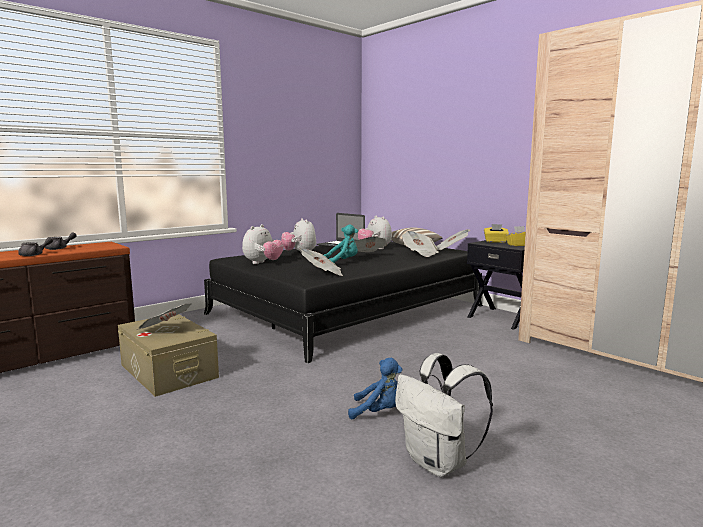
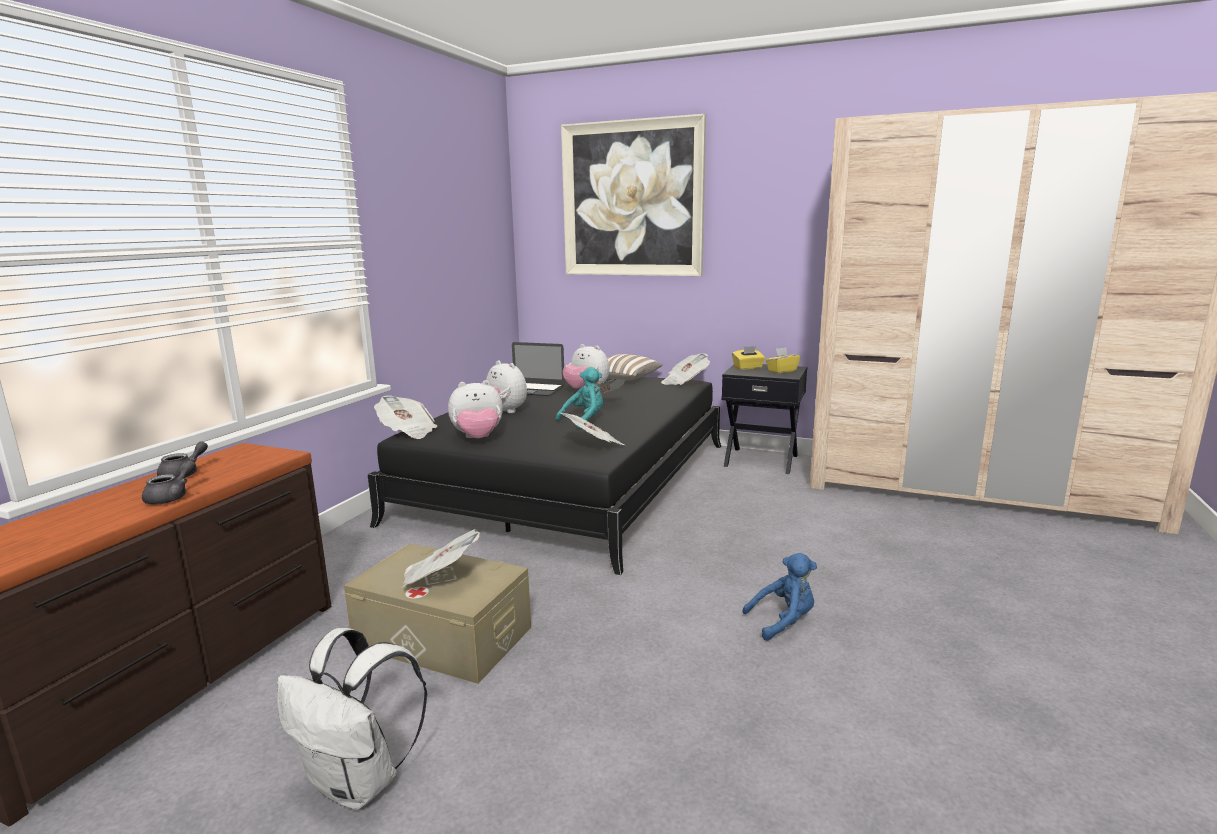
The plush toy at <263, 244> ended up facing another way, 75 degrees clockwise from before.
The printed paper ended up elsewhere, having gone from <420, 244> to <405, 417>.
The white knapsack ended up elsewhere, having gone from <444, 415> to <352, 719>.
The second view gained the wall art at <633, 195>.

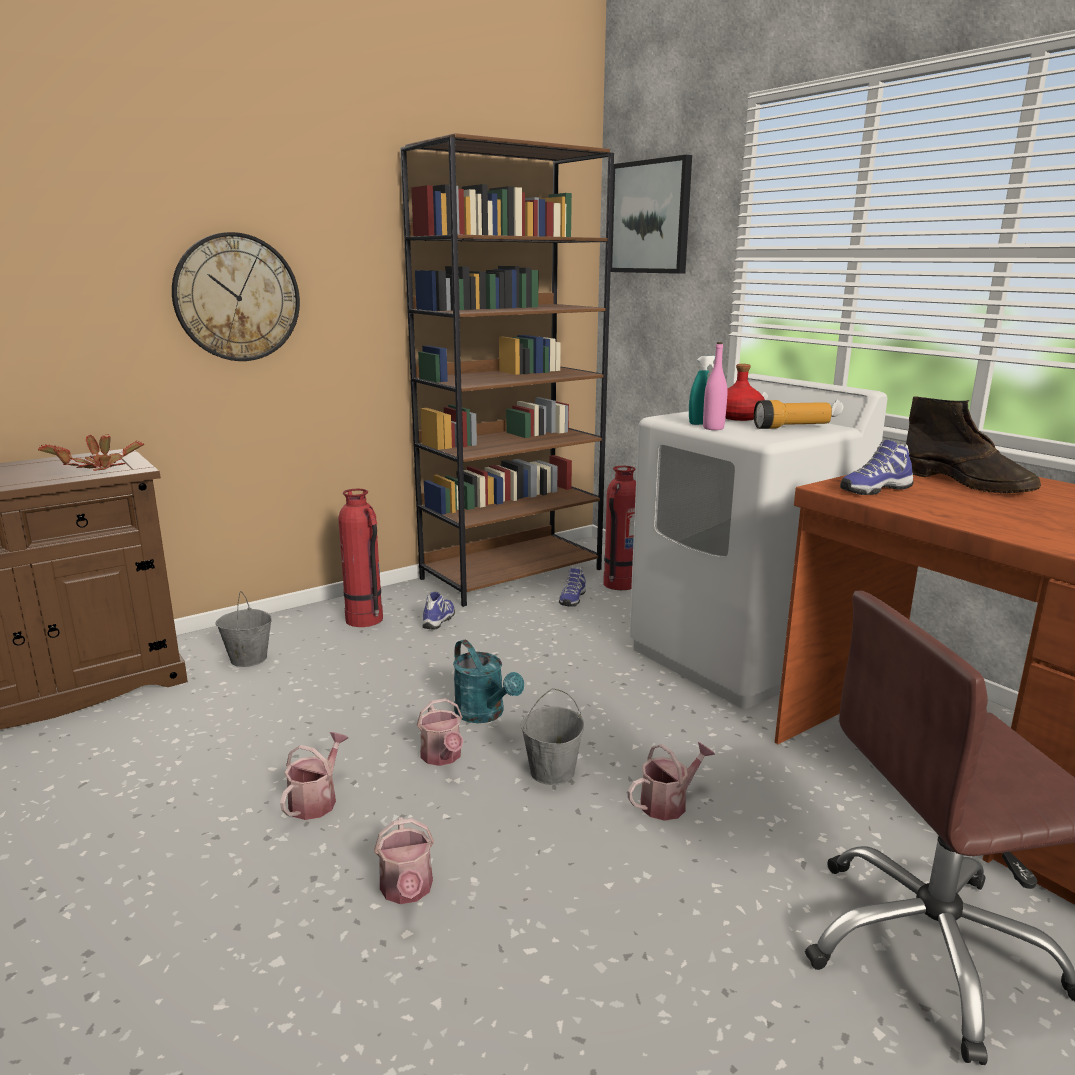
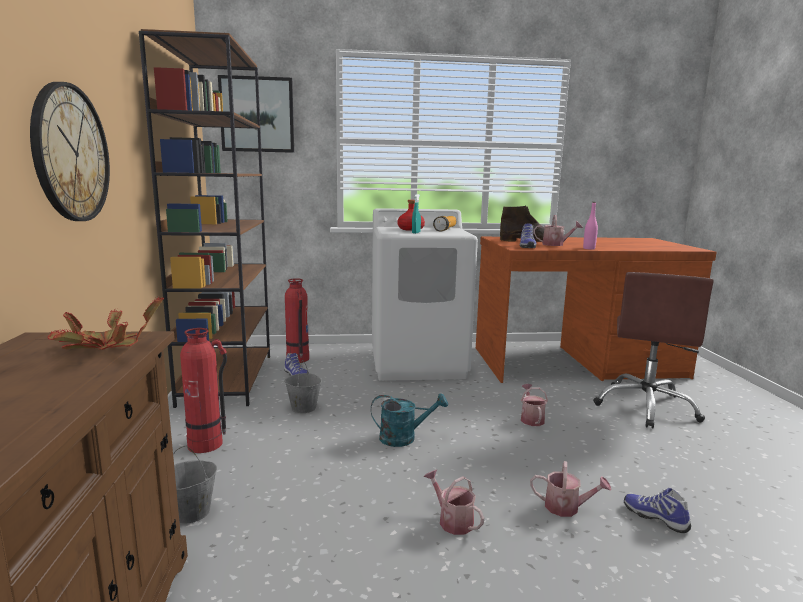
The pinkish bottle ended up elsewhere, having gone from <715, 386> to <590, 226>.
The low shoe ended up elsewhere, having gone from <438, 611> to <657, 510>.
The grey water bucket ended up elsewhere, having gone from <553, 736> to <302, 386>.
The watering pot ended up elsewhere, having gone from <440, 732> to <558, 230>.

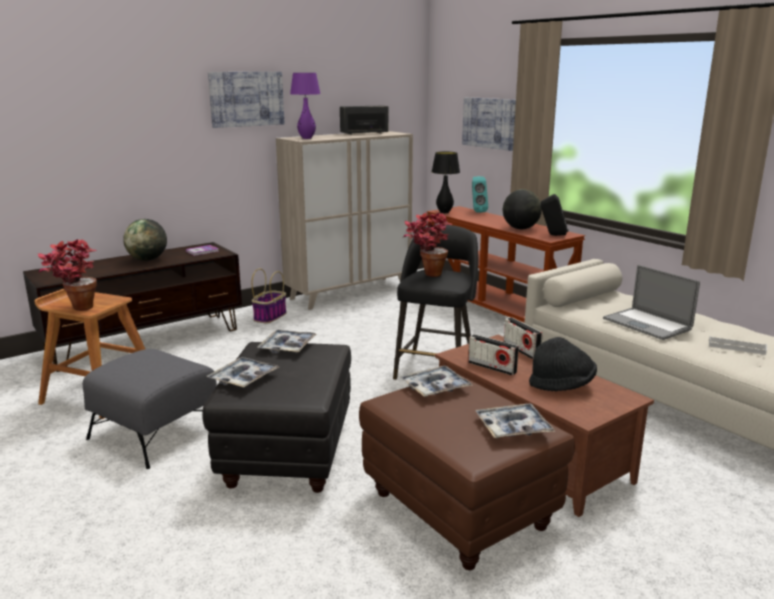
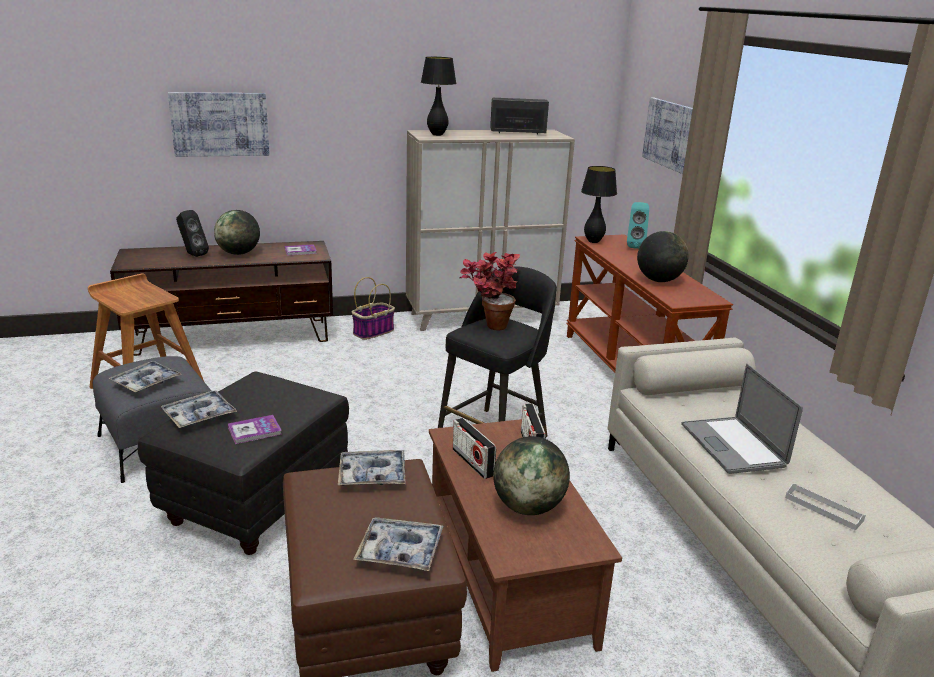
The wall art ended up elsewhere, having gone from <246, 100> to <219, 124>.
What was the purple tabletop lamp at <305, 106> turned into the blackish tabletop lamp at <438, 96>.
The blackish audio speaker ended up elsewhere, having gone from <554, 215> to <192, 233>.
The second view lost the potted plant at <67, 275>.
The carrying tray ended up elsewhere, having gone from <287, 341> to <145, 376>.
Where the blackish clothing hat stood at <563, 364>, the globe came to stand at <531, 475>.
The second view gained the volume at <255, 429>.

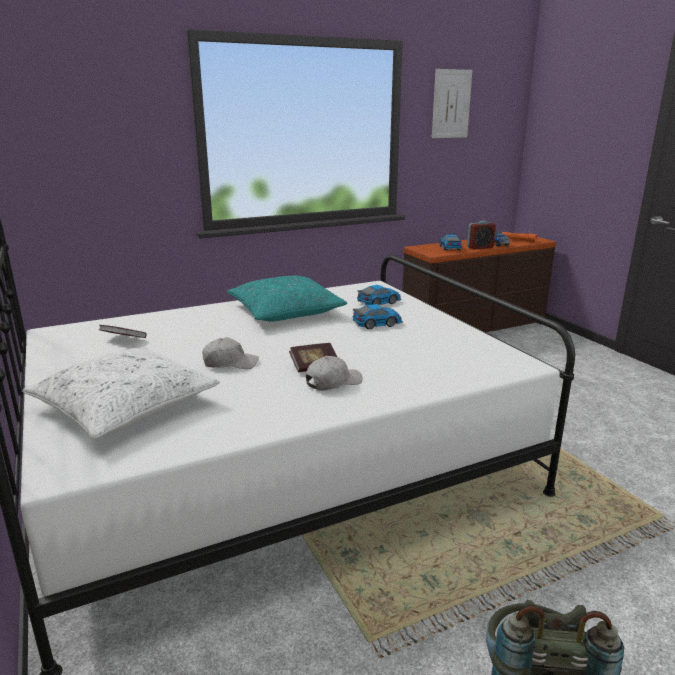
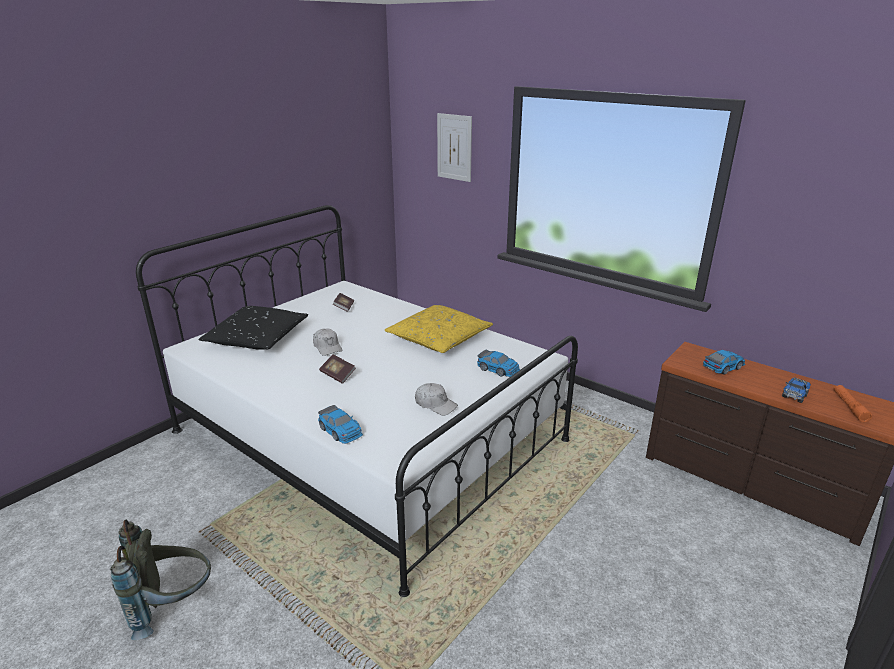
The wall art ended up elsewhere, having gone from <452, 103> to <454, 147>.
The second view lost the alarm clock at <481, 235>.
What was the turquoise cushion at <287, 298> turned into the yellow cushion at <438, 329>.
The model car ended up elsewhere, having gone from <377, 316> to <340, 424>.
What was the white cushion at <121, 393> turned into the blackish cushion at <253, 328>.
The white cap ended up elsewhere, having gone from <334, 373> to <436, 399>.

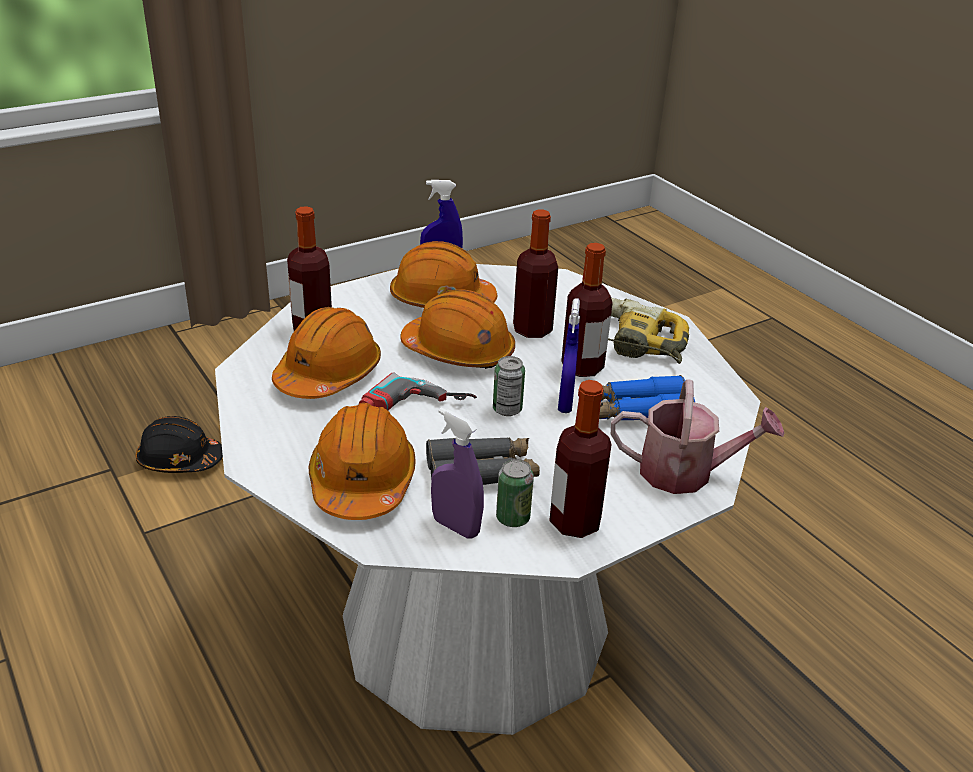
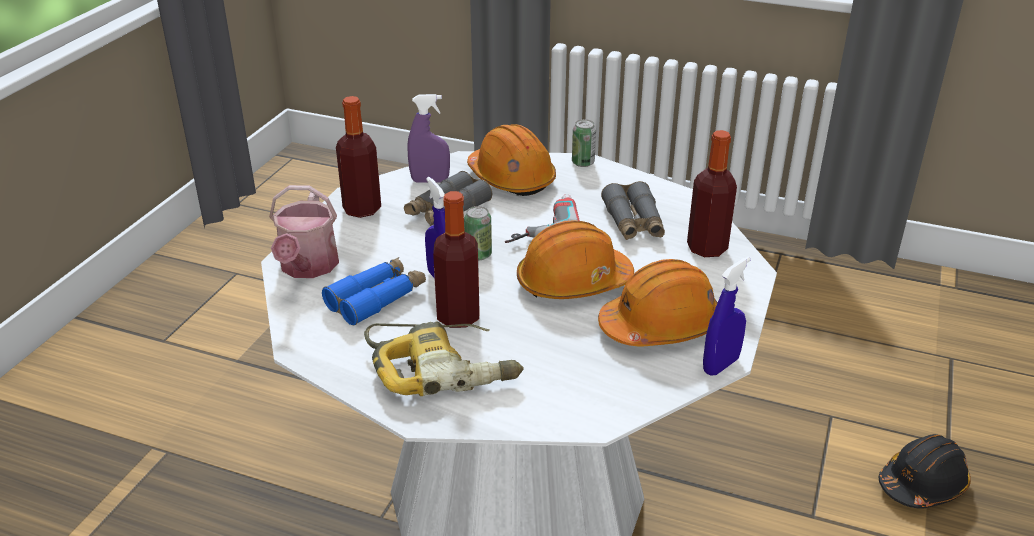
The second view lost the bottle at <535, 274>.
Where the orange hard hat stood at <326, 353>, the grey pair of binoculars came to stand at <633, 210>.
The watering pot at <698, 436> ended up facing another way, 60 degrees counterclockwise from before.
The metal can ended up elsewhere, having gone from <515, 493> to <584, 143>.

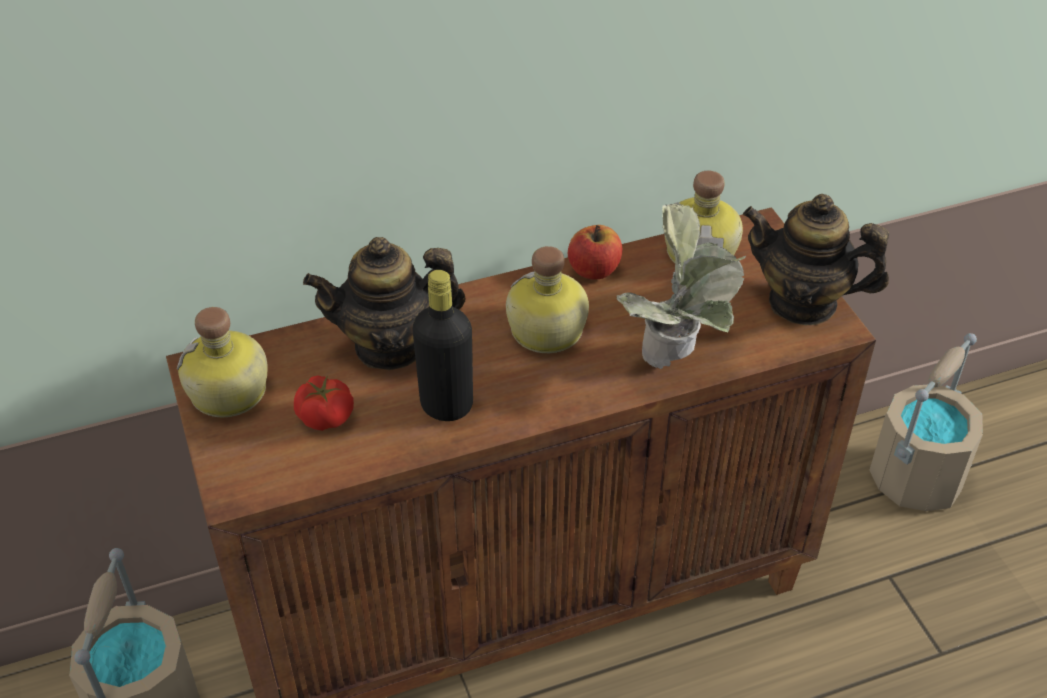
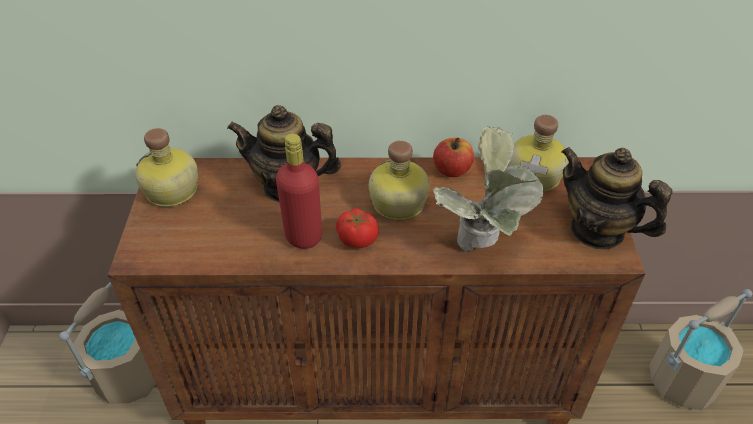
What was the blackish bottle at <442, 345> turned into the red-coloured bottle at <299, 191>.
The whole tomato ended up elsewhere, having gone from <324, 403> to <357, 228>.

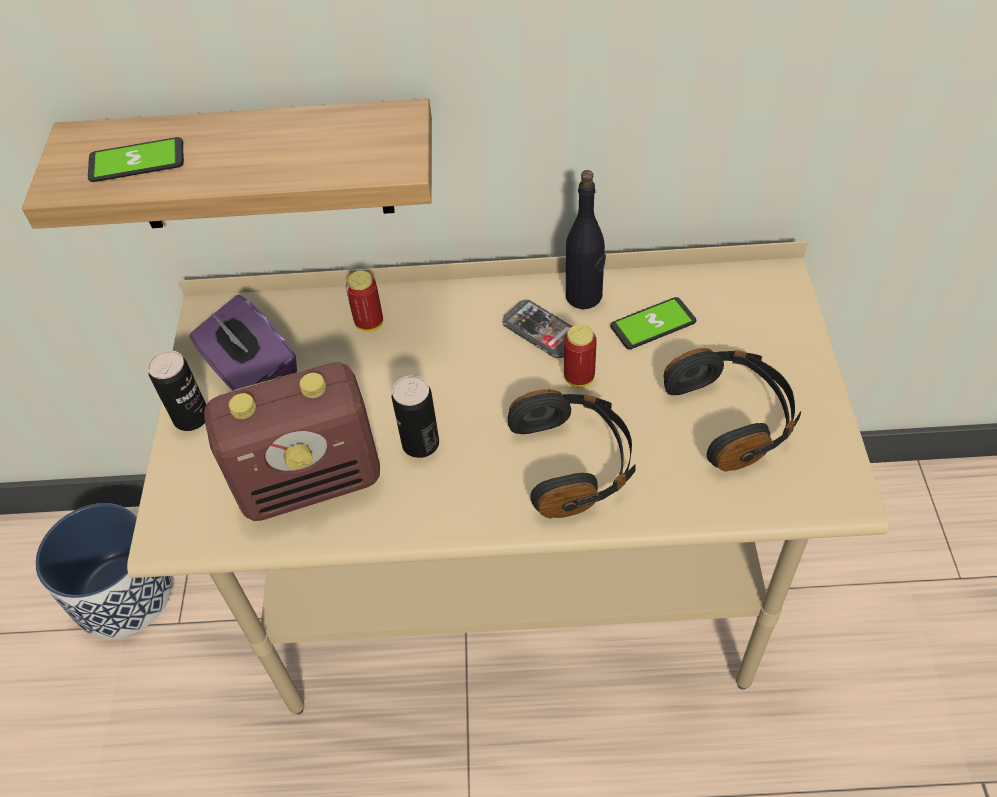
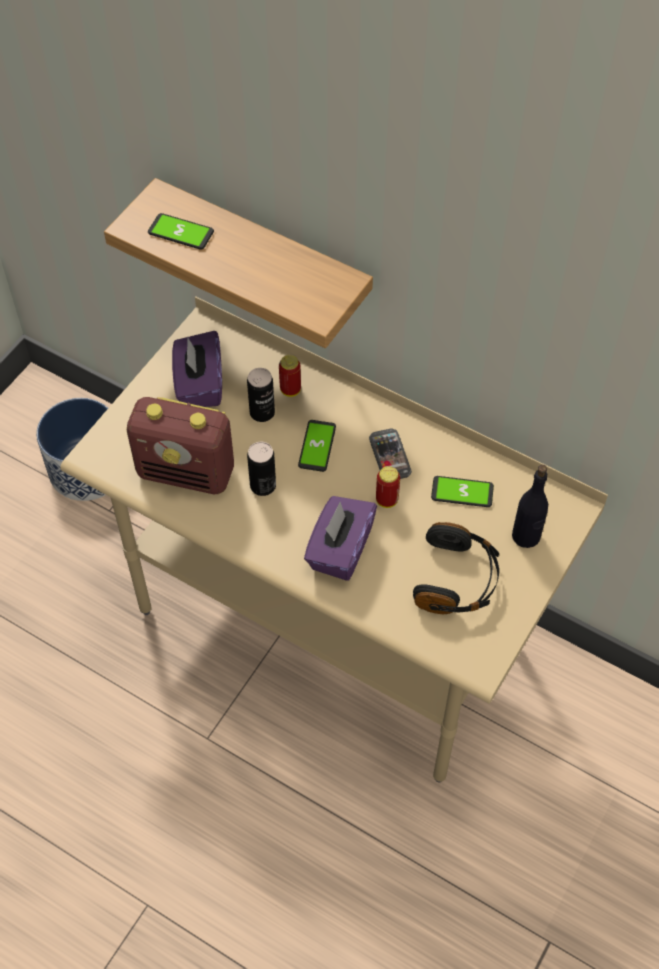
The blackish bottle ended up elsewhere, having gone from <586, 239> to <530, 506>.
The metal can ended up elsewhere, having gone from <176, 390> to <261, 395>.
Where the blackish headphones stood at <572, 454>, the purple box of tissues came to stand at <340, 538>.
The second view gained the phone at <317, 446>.

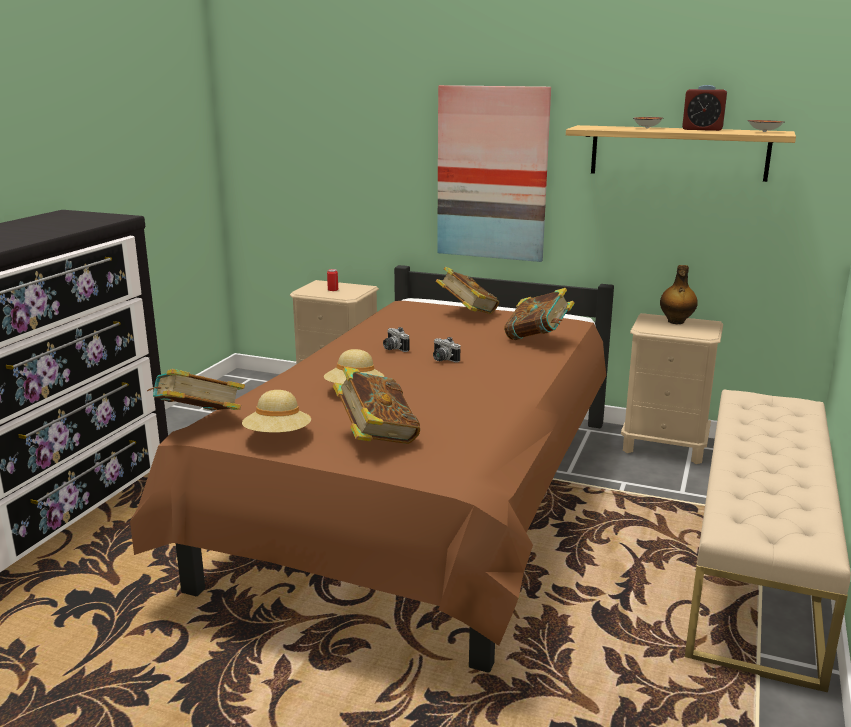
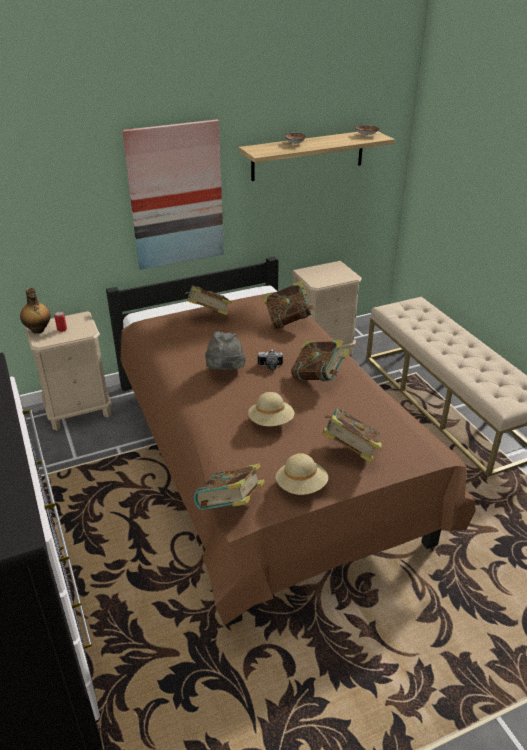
The second view lost the alarm clock at <704, 108>.
The bottle ended up elsewhere, having gone from <679, 294> to <35, 311>.
Where the photo camera stood at <396, 339>, the grey clothing hat came to stand at <225, 350>.
The second view gained the volume at <320, 360>.

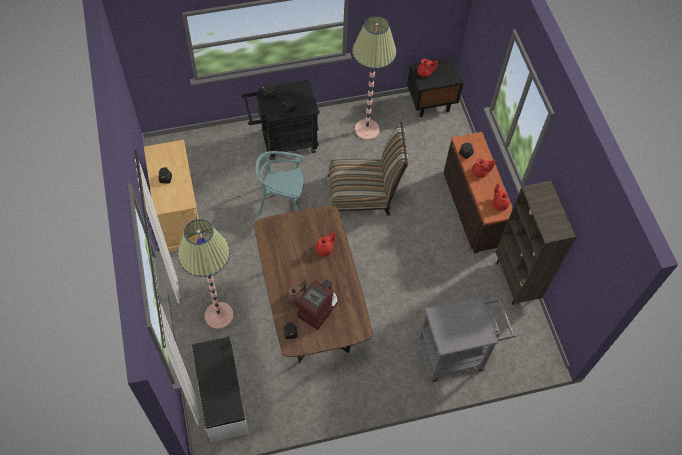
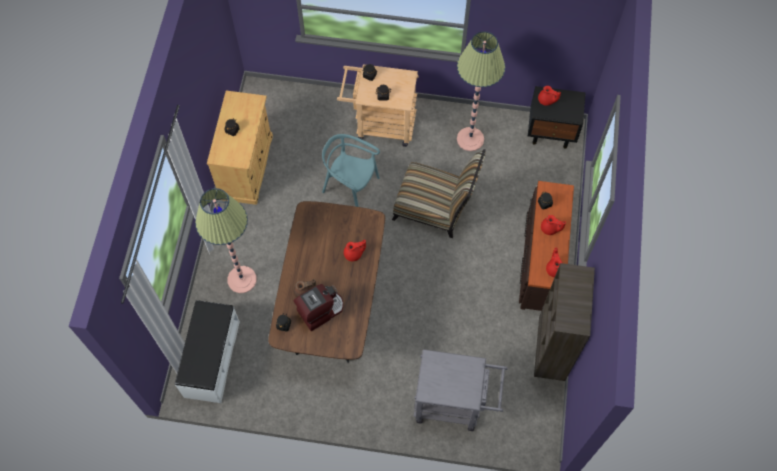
What was the blackish trolley at <281, 119> turned into the beige-coloured trolley at <378, 105>.

